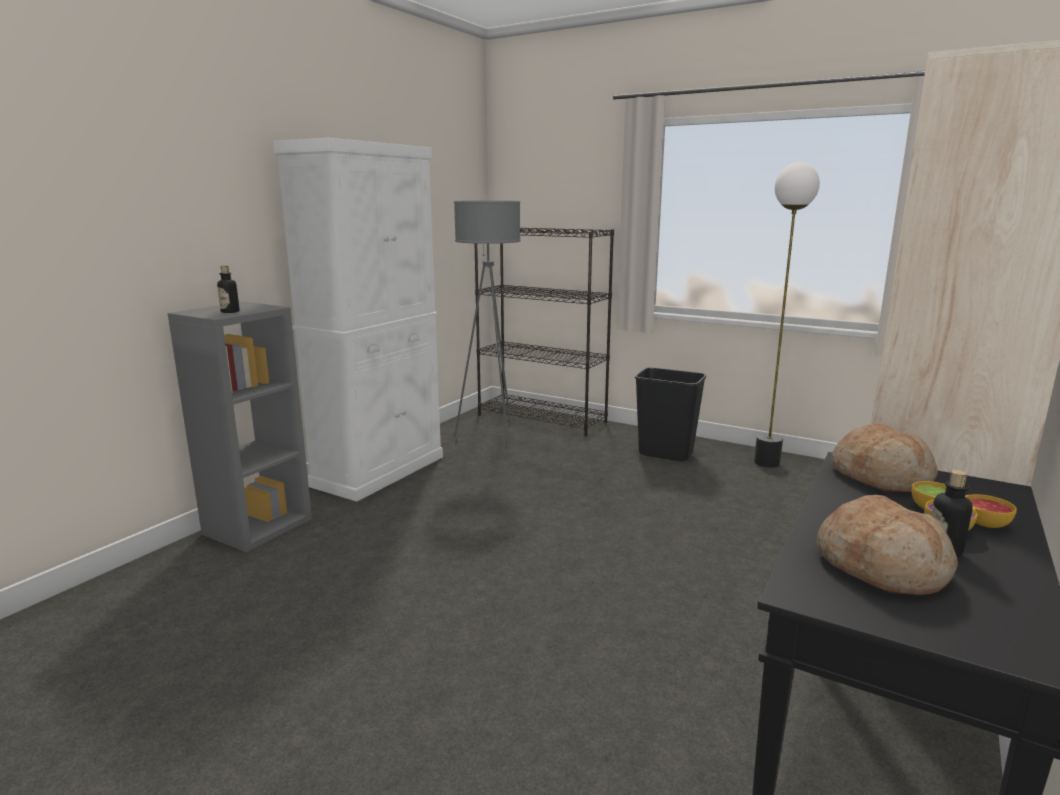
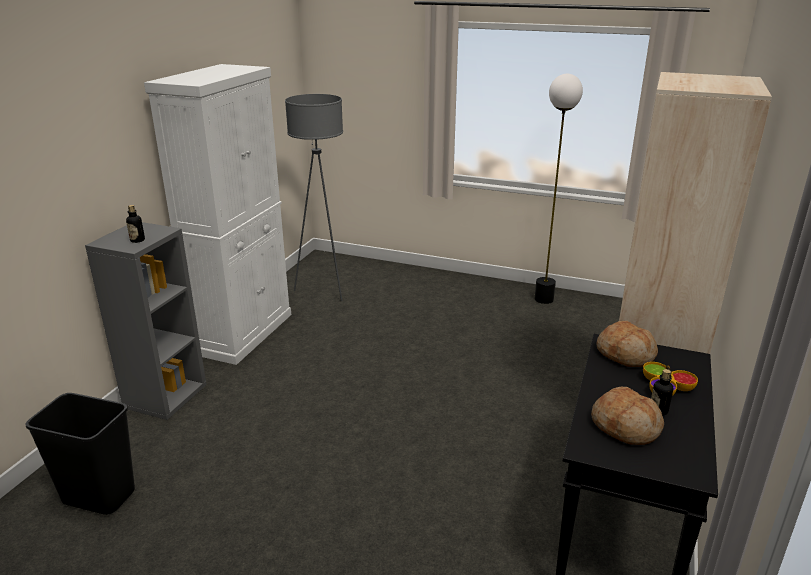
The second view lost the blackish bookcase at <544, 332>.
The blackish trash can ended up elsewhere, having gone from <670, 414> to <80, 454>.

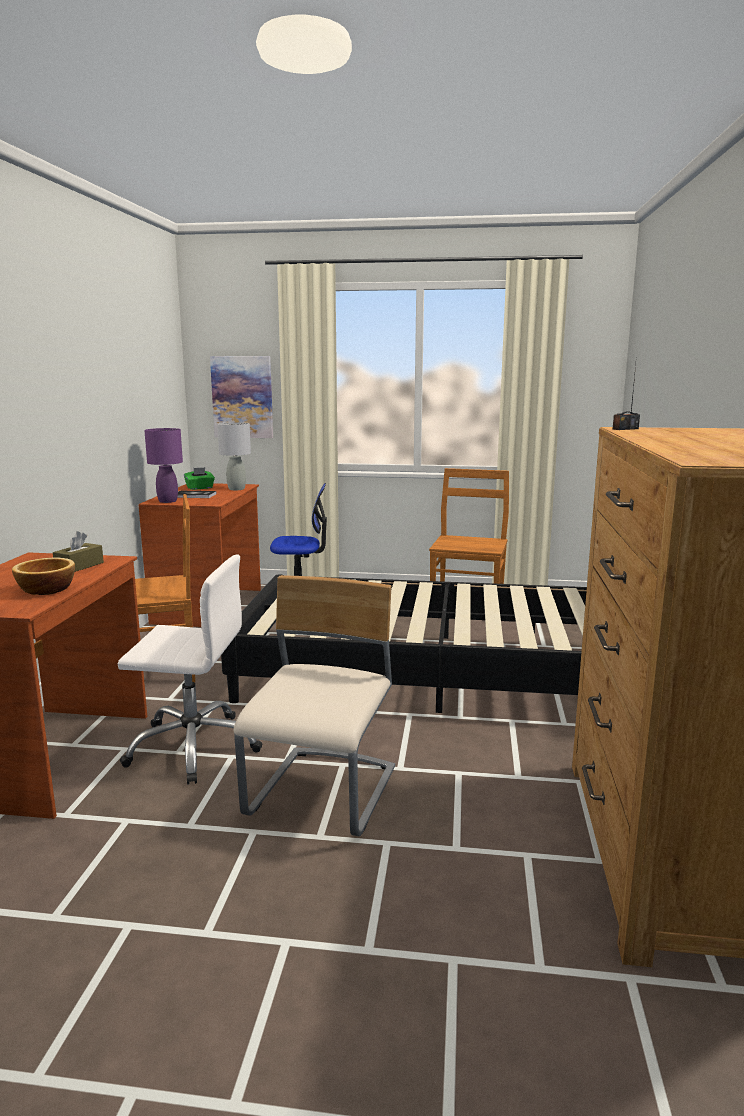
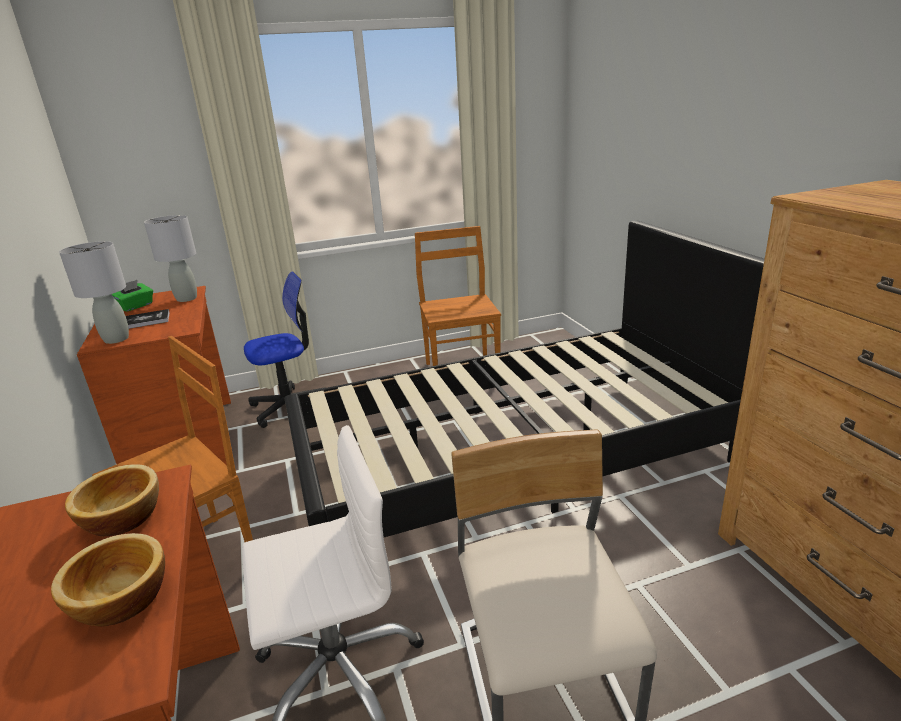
The second view lost the wall art at <241, 397>.
The second view lost the radio receiver at <626, 397>.
What was the purple tabletop lamp at <163, 465> turned into the grey tabletop lamp at <94, 292>.
Where the brownish box of tissues stood at <78, 551>, the deep dish came to stand at <112, 500>.

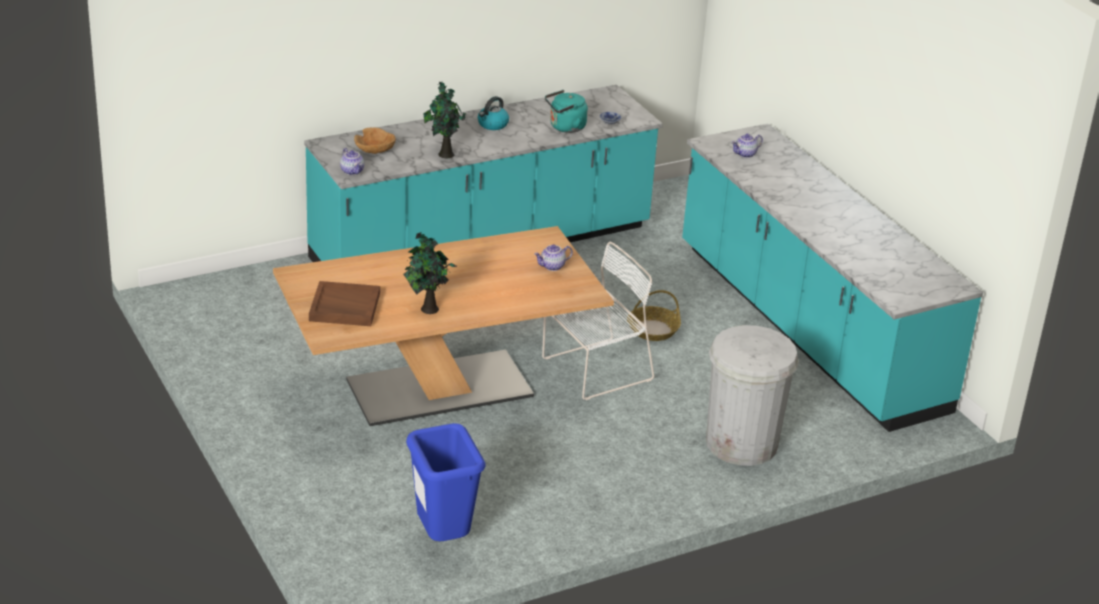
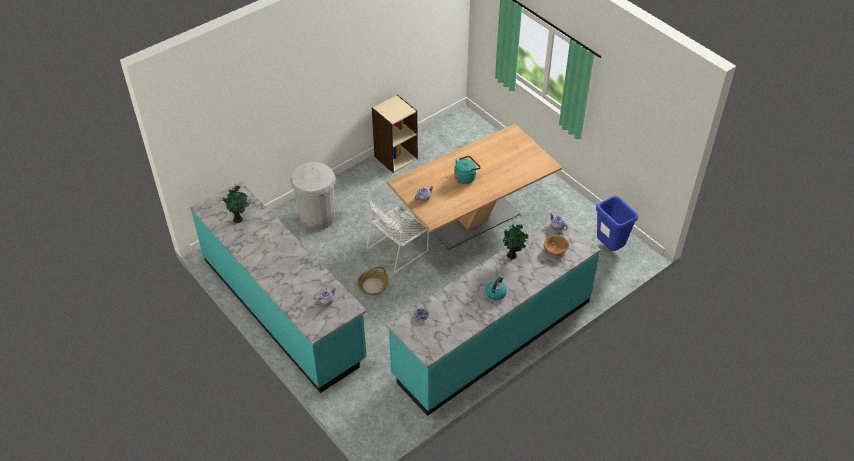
The turquoise kettle ended up elsewhere, having gone from <566, 111> to <467, 170>.
The potted plant ended up elsewhere, having gone from <430, 273> to <234, 204>.
The second view lost the brownish carrying tray at <344, 303>.
The blue-coloured trash can ended up elsewhere, having gone from <445, 482> to <617, 223>.
The second view gained the beige-coloured bookcase at <395, 134>.

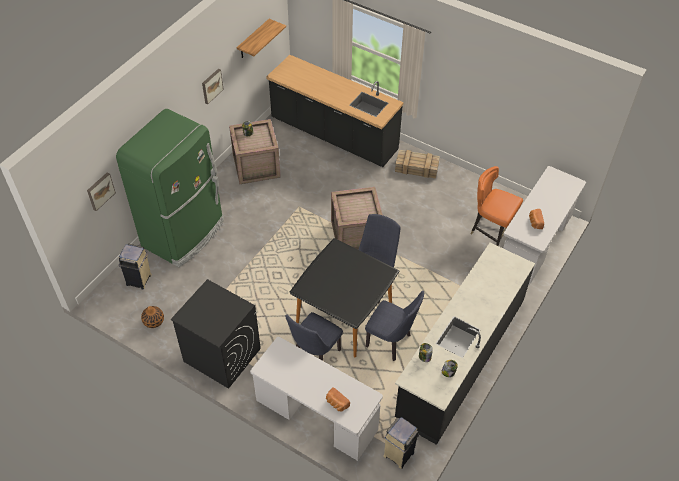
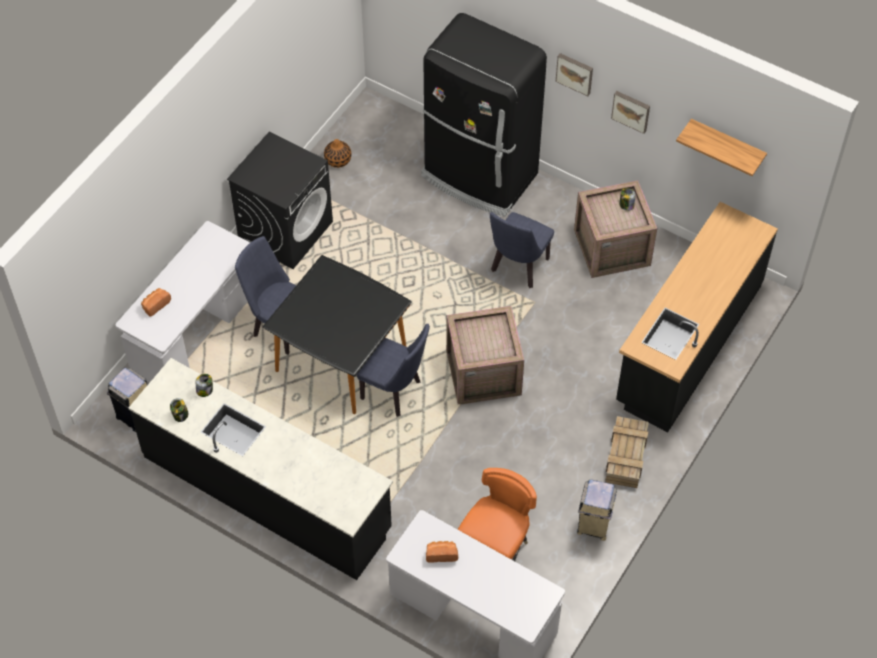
What was the greenish fridge at <170, 188> turned into the blackish fridge at <484, 114>.
The wall art ended up elsewhere, having gone from <101, 191> to <574, 74>.
The beige-coloured trash can ended up elsewhere, having gone from <135, 266> to <597, 510>.
The blue-coloured upright chair ended up elsewhere, having gone from <394, 326> to <522, 250>.

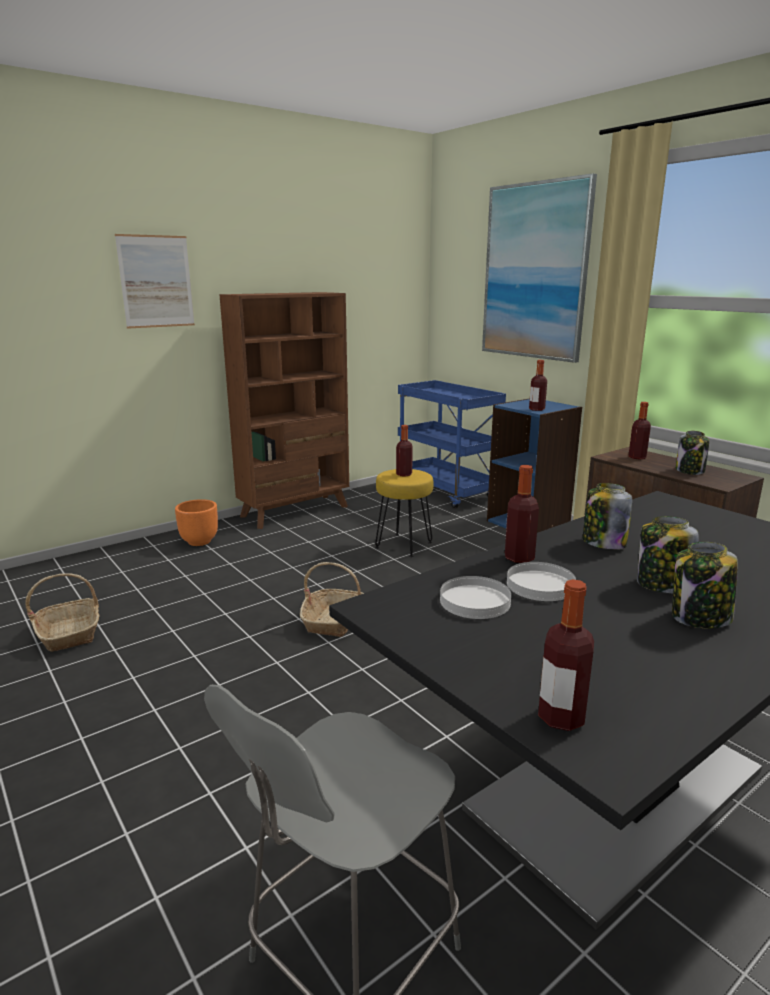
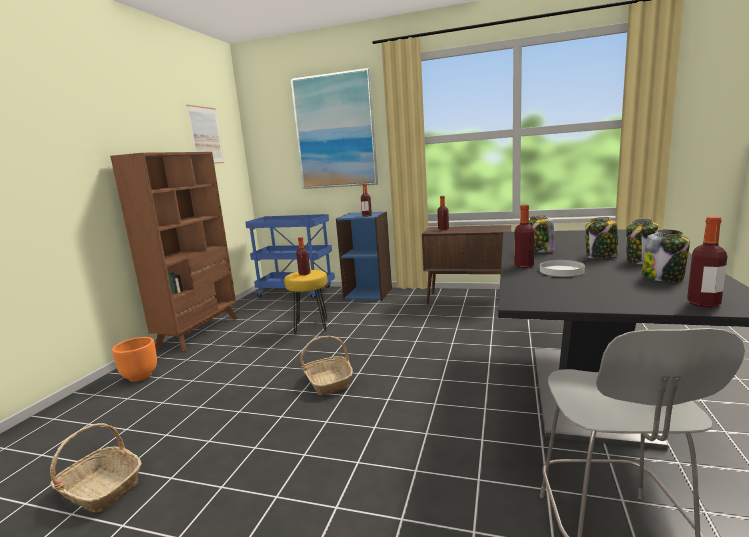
The wall art ended up elsewhere, having gone from <155, 281> to <205, 134>.
The storage jar ended up elsewhere, having gone from <692, 453> to <666, 255>.
The second view lost the white flat dish at <475, 597>.

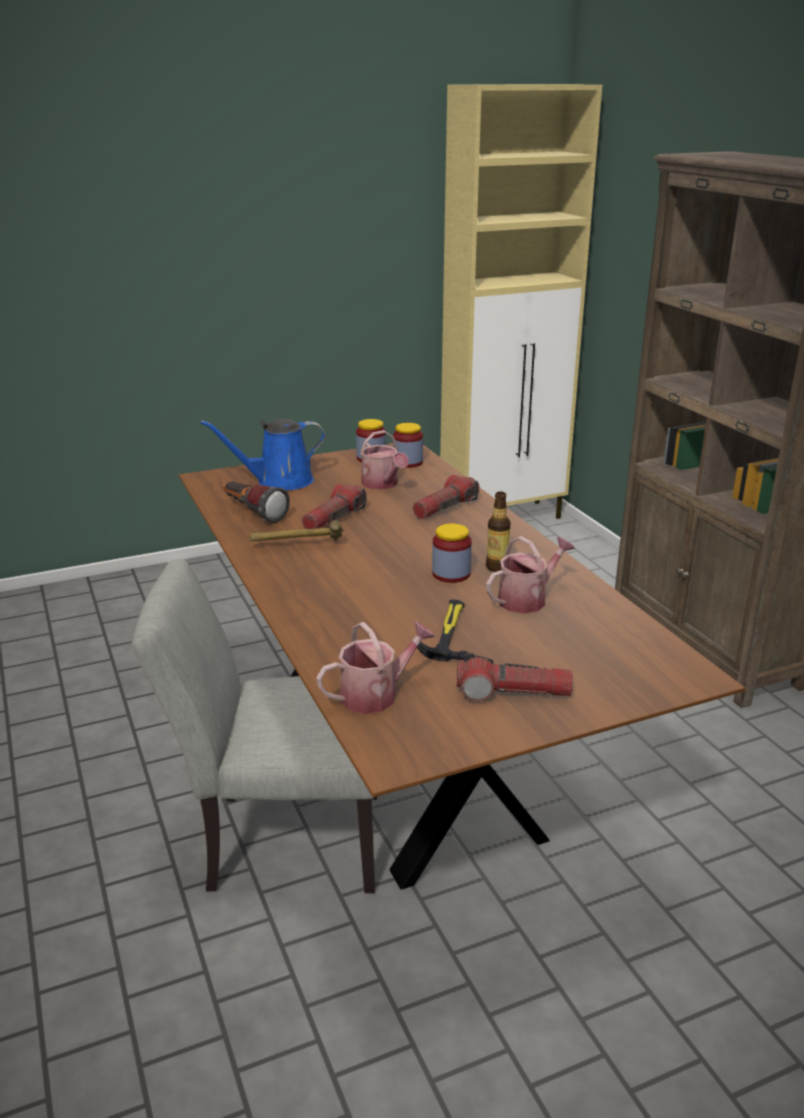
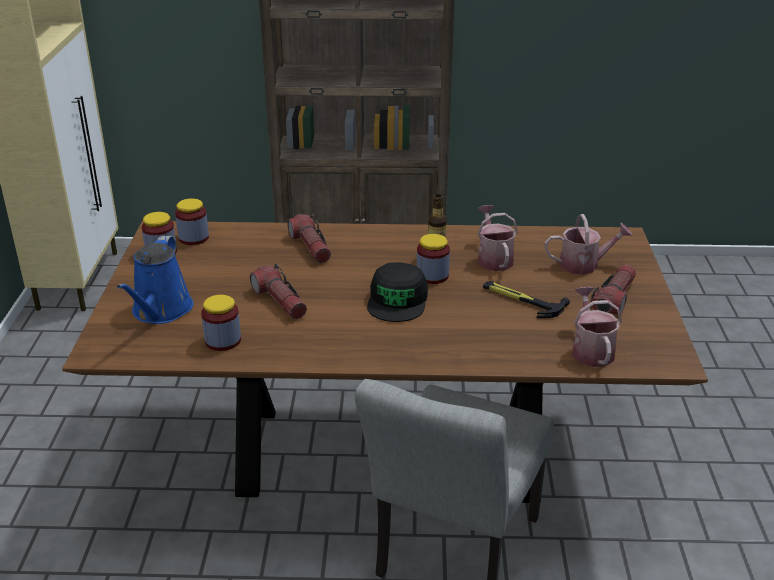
The watering pot ended up elsewhere, having gone from <384, 460> to <588, 244>.
Where the flashlight stood at <256, 502>, the storage jar came to stand at <221, 323>.
The second view lost the hammer at <296, 531>.
The second view gained the blackish cap at <397, 292>.

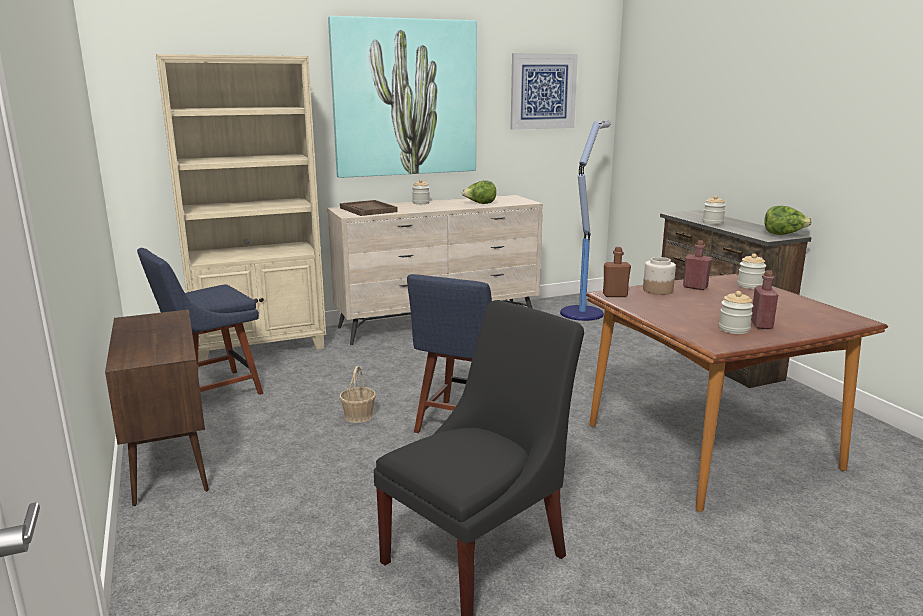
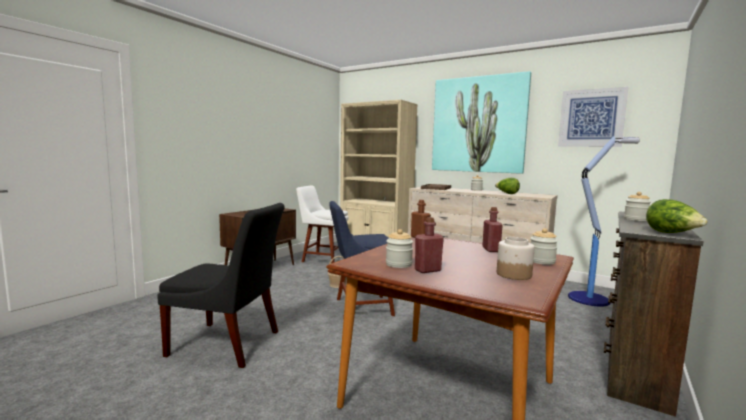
What was the blue-coloured upright chair at <200, 321> turned into the white upright chair at <322, 224>.
The storage jar ended up elsewhere, having gone from <659, 276> to <516, 258>.

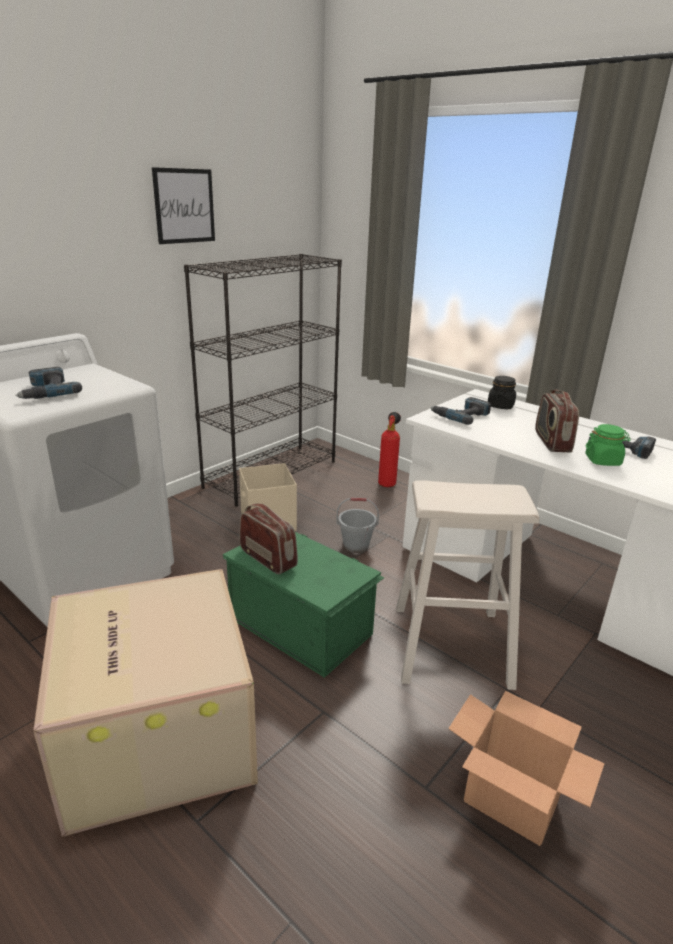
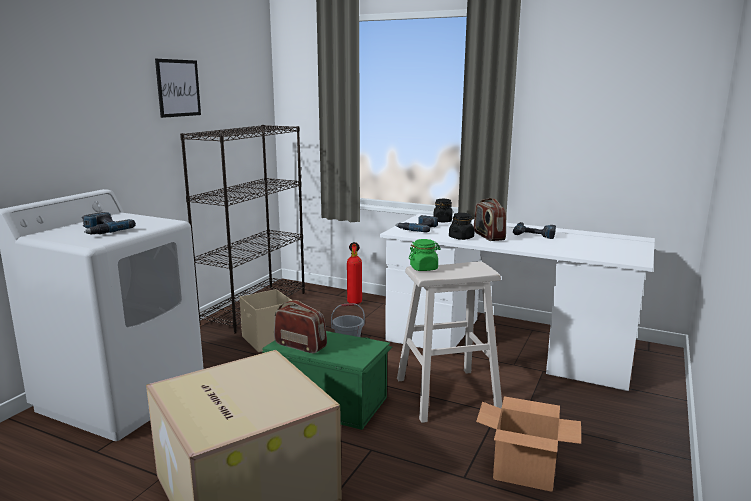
The greenish storage jar ended up elsewhere, having gone from <608, 445> to <425, 255>.
The second view gained the blackish storage jar at <462, 226>.

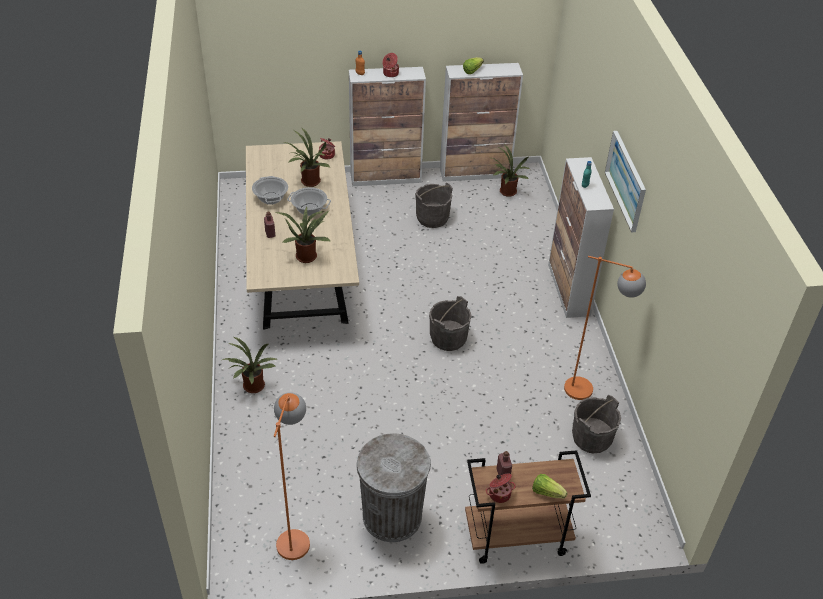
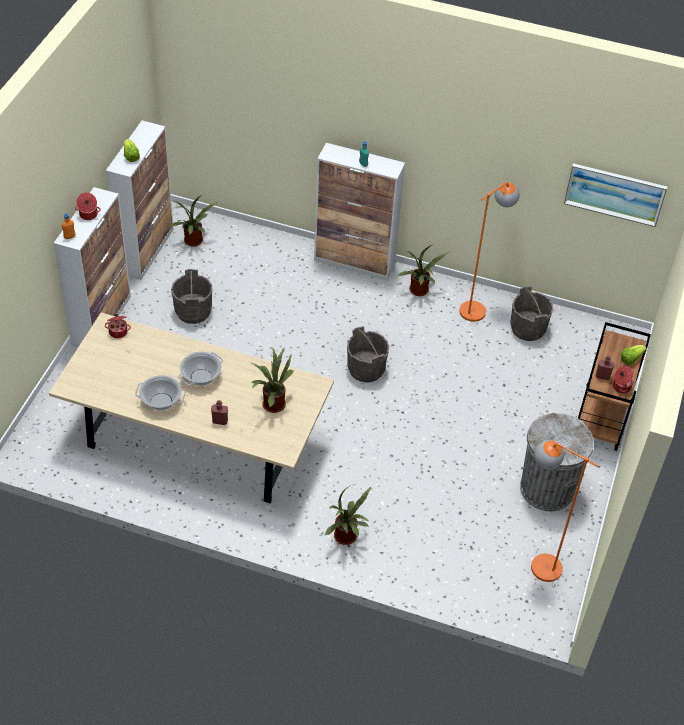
The potted plant ended up elsewhere, having gone from <307, 157> to <423, 270>.
The wall art ended up elsewhere, having gone from <625, 181> to <615, 195>.

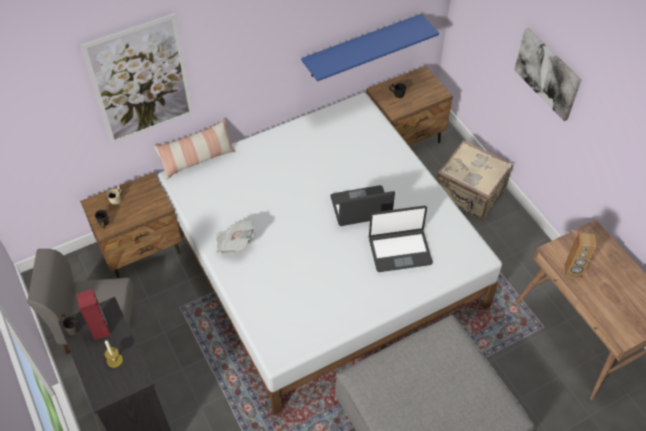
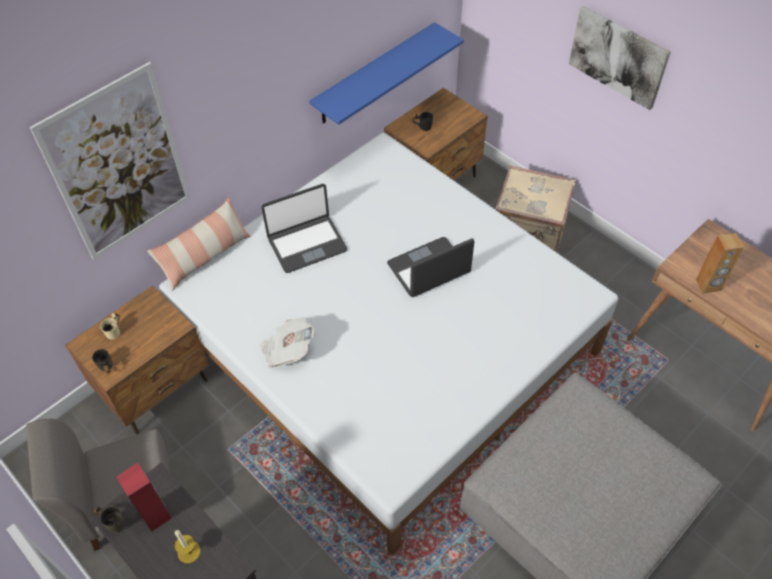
The portable computer ended up elsewhere, having gone from <401, 239> to <304, 228>.

